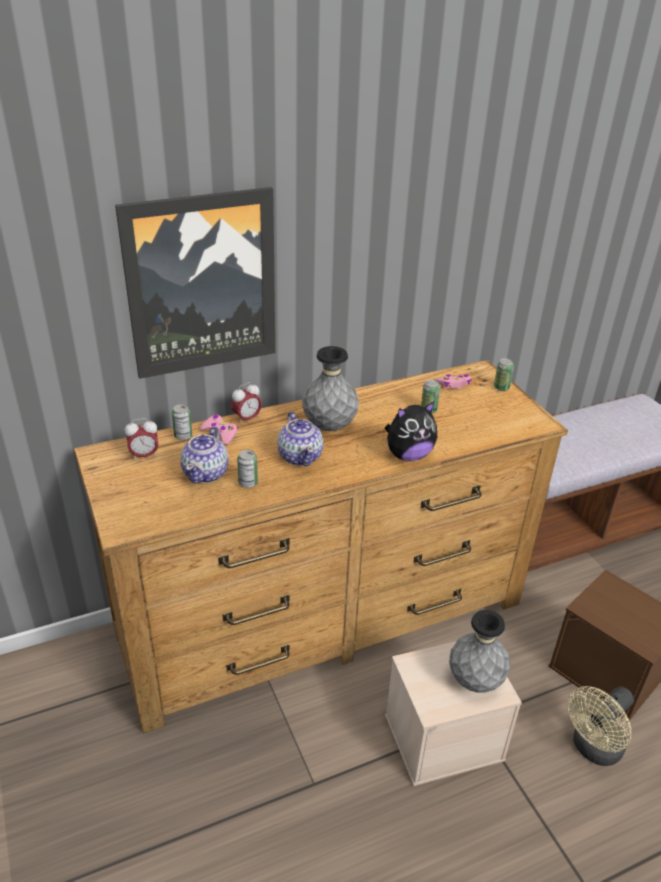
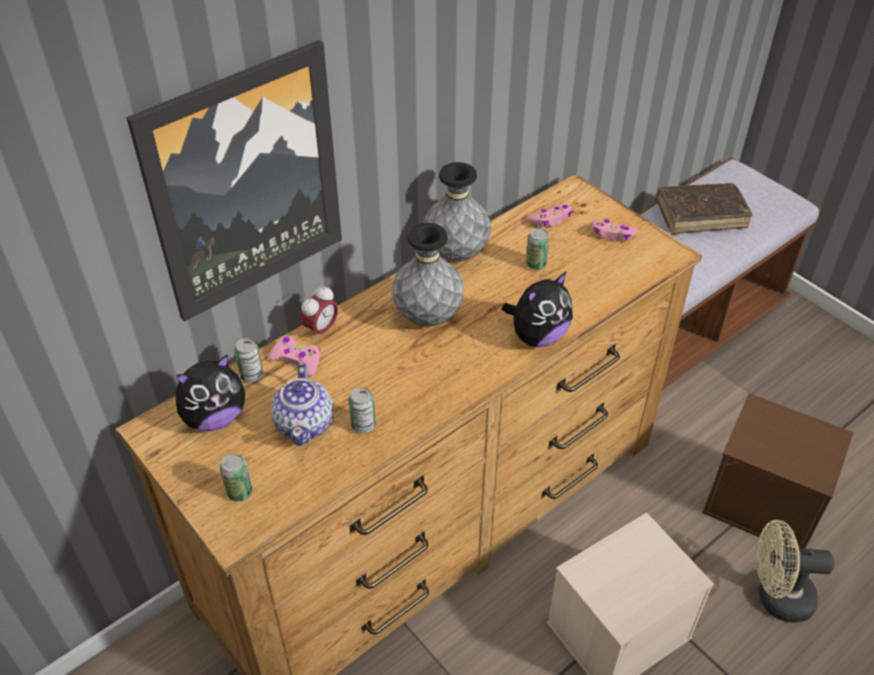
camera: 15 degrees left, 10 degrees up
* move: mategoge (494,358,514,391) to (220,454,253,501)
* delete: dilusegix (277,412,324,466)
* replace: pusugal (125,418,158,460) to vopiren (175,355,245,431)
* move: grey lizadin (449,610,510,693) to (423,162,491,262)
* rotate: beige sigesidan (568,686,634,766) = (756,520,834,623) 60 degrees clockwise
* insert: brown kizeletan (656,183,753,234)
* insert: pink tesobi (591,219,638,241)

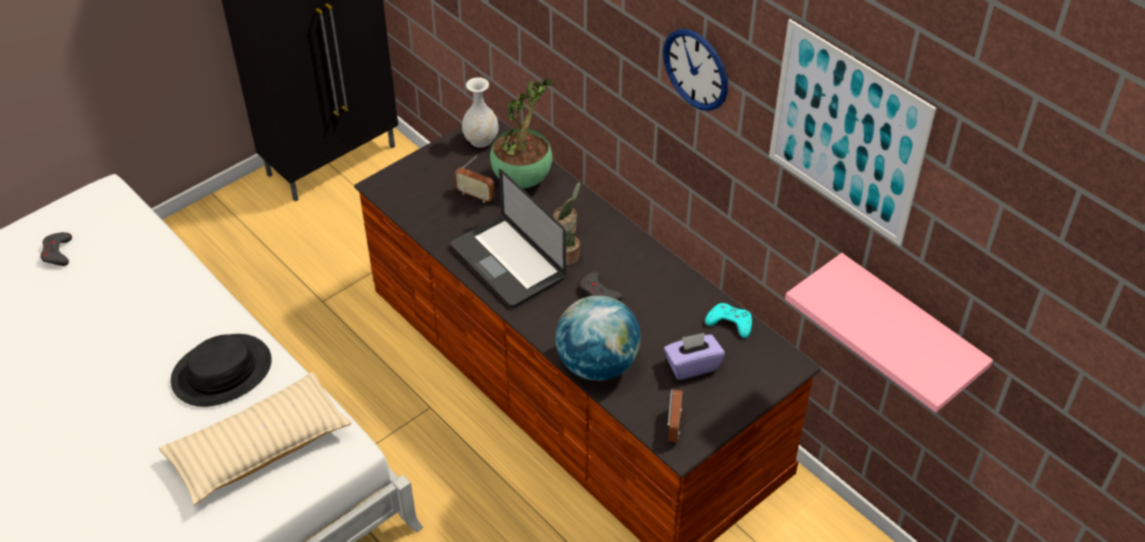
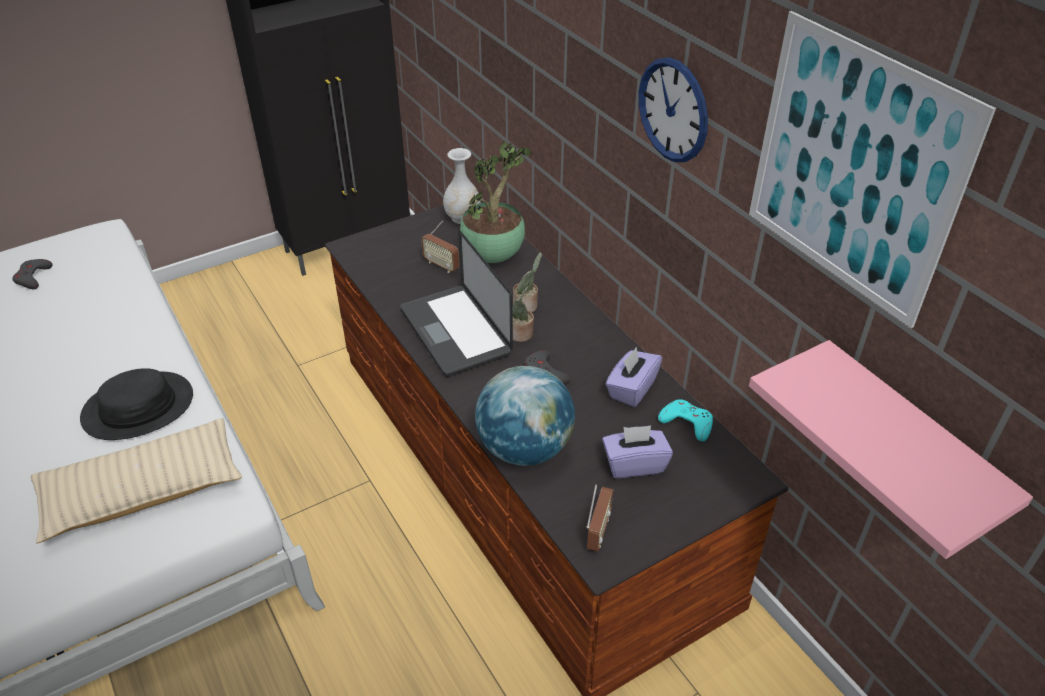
camera: 10 degrees right, 5 degrees down
* insert: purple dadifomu (605,347,662,407)

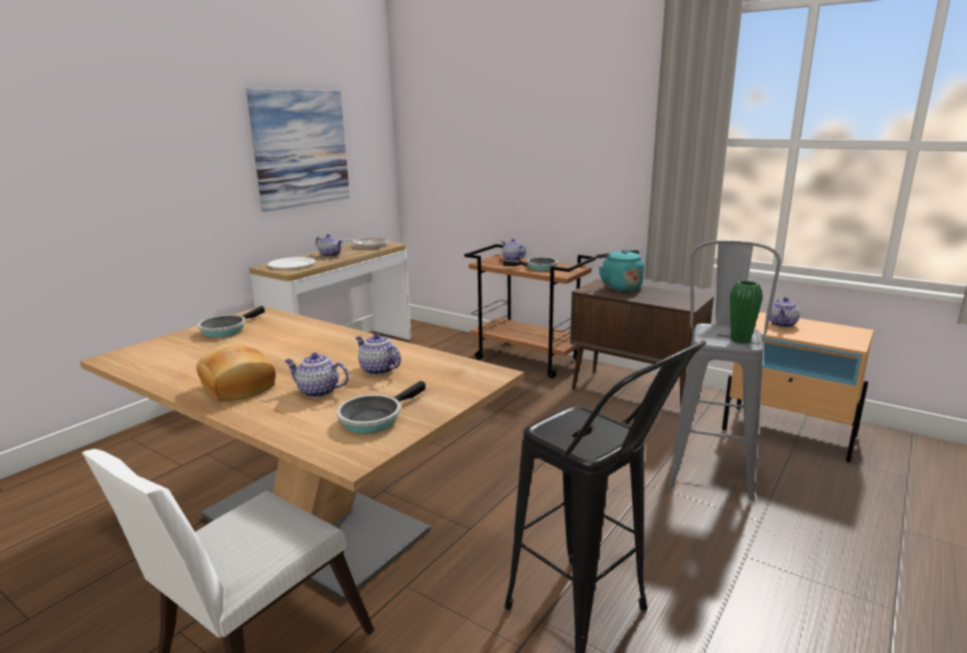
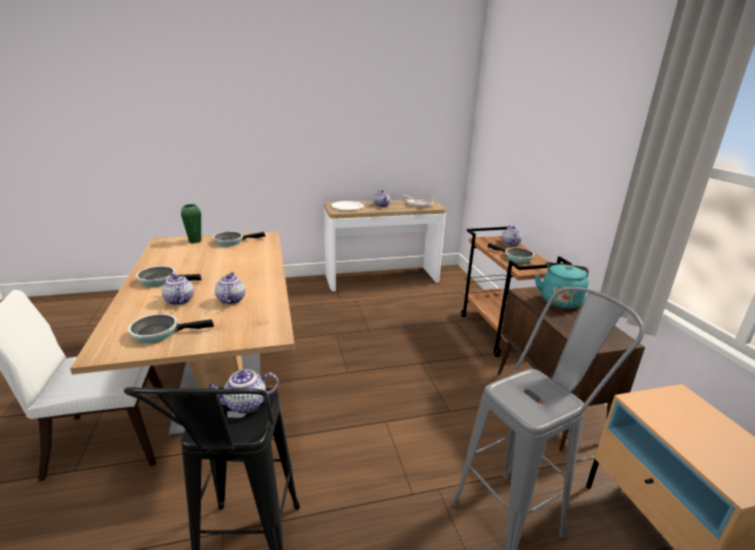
camera: 40 degrees right, 5 degrees up
* delete: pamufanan (246,89,350,212)
* move: green lizadin (730,281,763,344) to (181,204,201,243)
* move: dilusegix (769,297,800,327) to (207,370,279,414)
* replace: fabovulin (196,344,276,401) to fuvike (136,266,202,286)

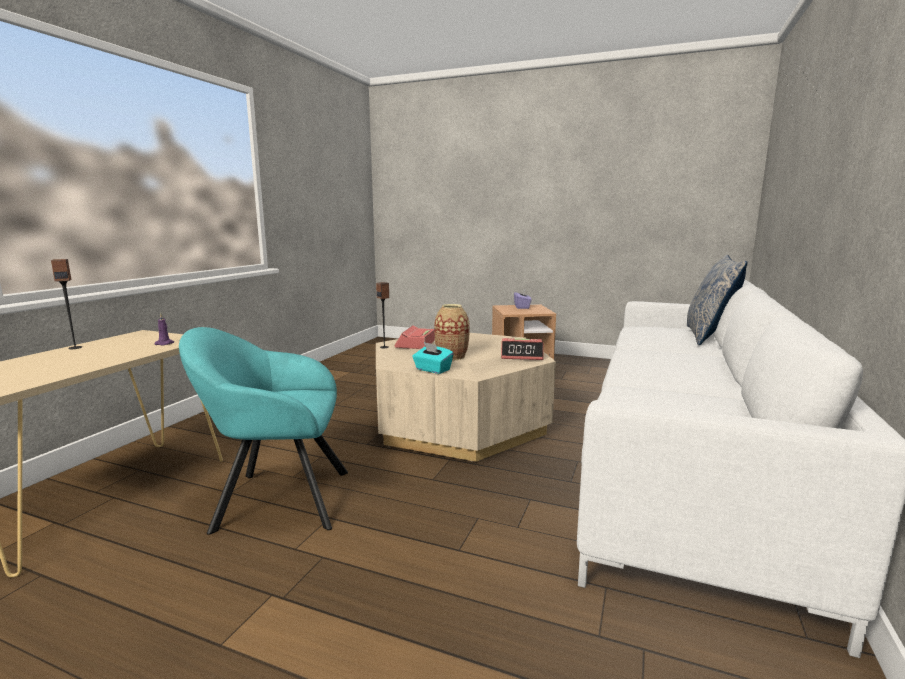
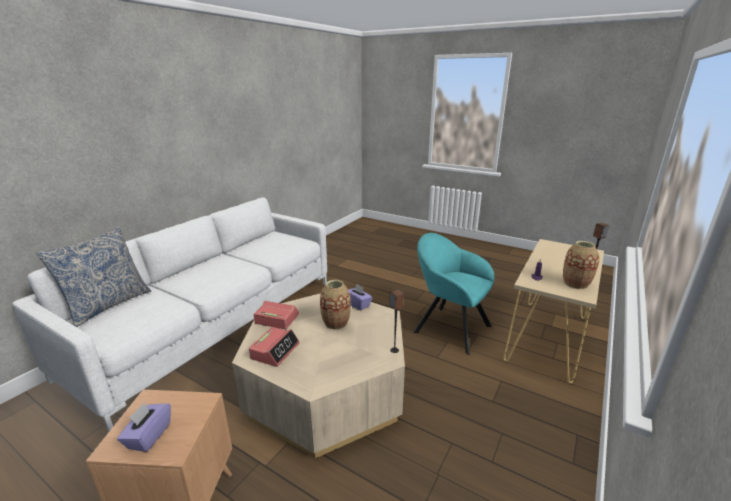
camera: 170 degrees left, 10 degrees up
* move: pusugal (394,325,435,349) to (249,327,300,367)
* rotate: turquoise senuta (179,327,348,535) = (413,233,494,355) 150 degrees counterclockwise
* recolor: turquoise dadifomu (412,342,454,374) to purple dadifomu (348,284,373,311)
* insert: lizadin (563,241,599,289)

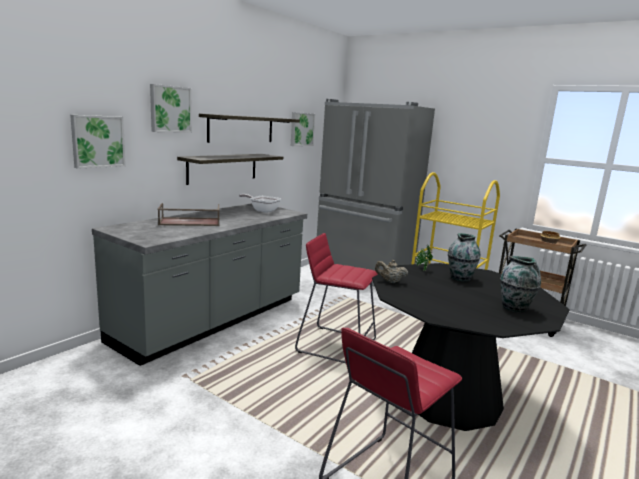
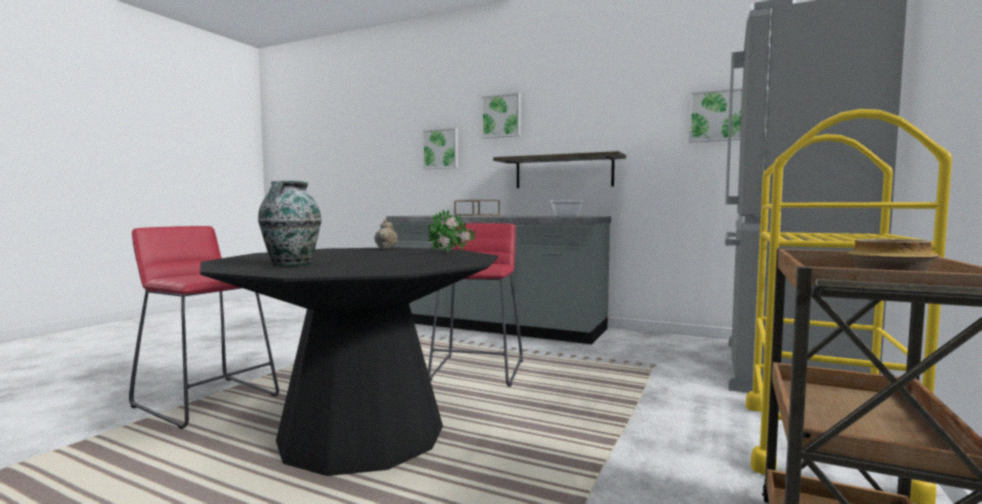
camera: 80 degrees right, 10 degrees down
* delete: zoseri (199,114,300,143)
* delete: lizadin (448,233,480,281)

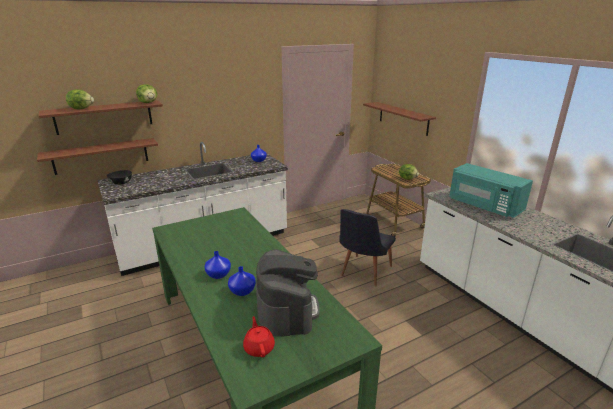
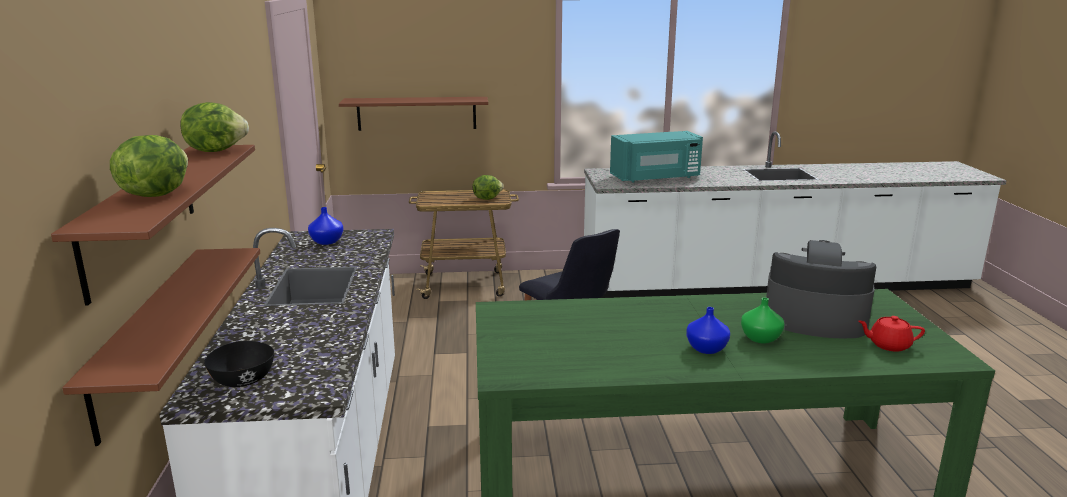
camera: 65 degrees left, 5 degrees down
* recolor: blue lizadin (228,266,256,296) to green lizadin (741,297,784,343)

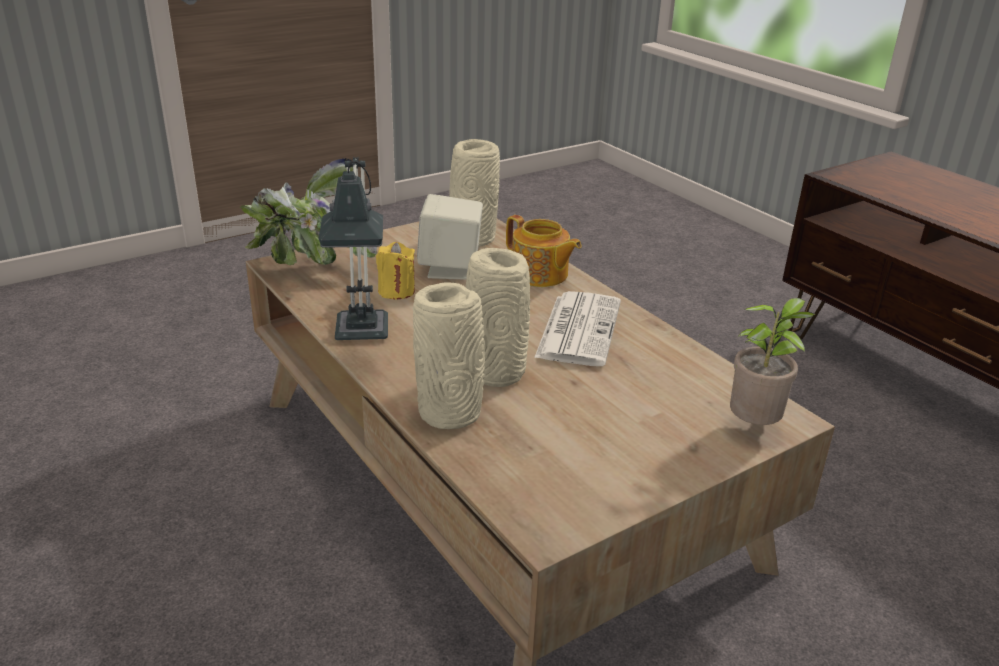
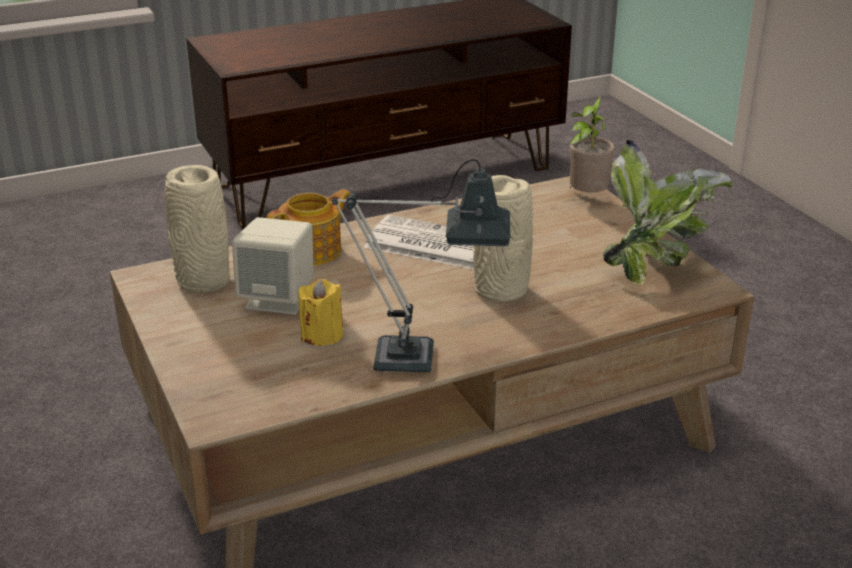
camera: 80 degrees left, 0 degrees up
* move: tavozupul (240,158,377,265) to (603,140,732,284)
* delete: beige lizadin (413,282,485,429)

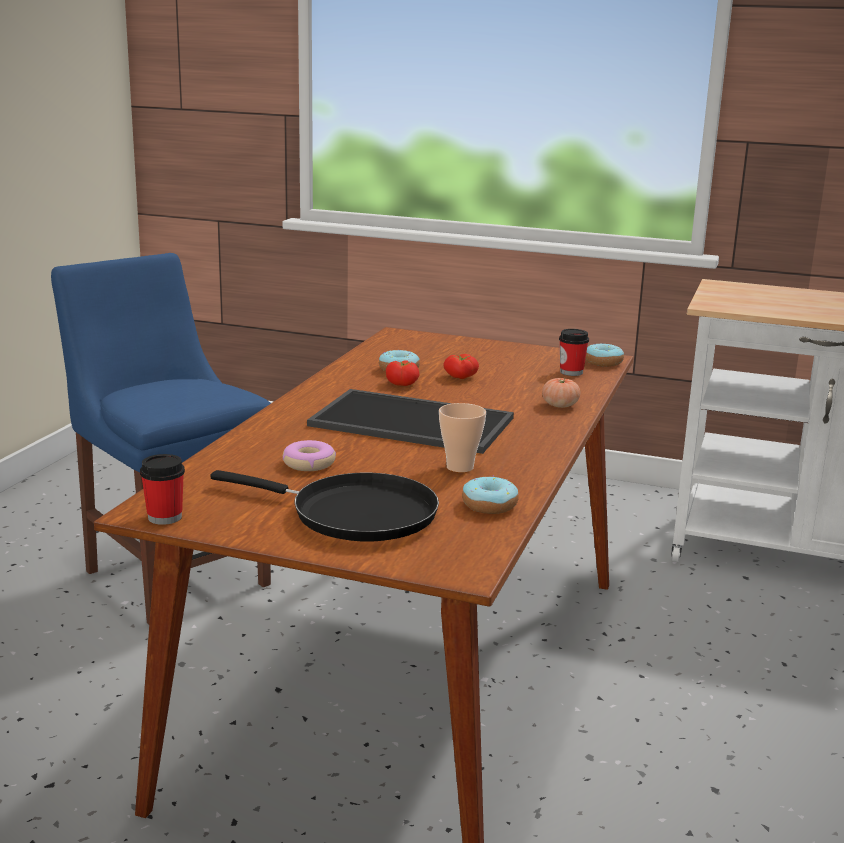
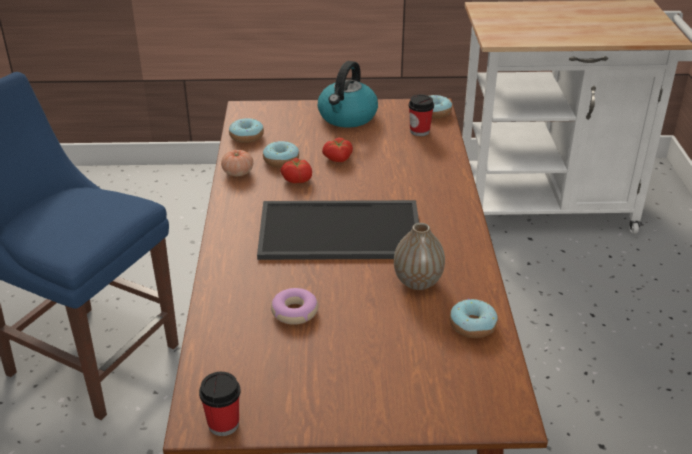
camera: 20 degrees left, 15 degrees up
* move: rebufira (542,378,580,408) to (221,150,253,176)
* replace: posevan (439,403,486,473) to lizadin (394,223,445,290)
* delete: black fuvike (210,470,439,542)
* insert: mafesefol (318,61,378,127)
* insert: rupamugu (229,118,264,143)

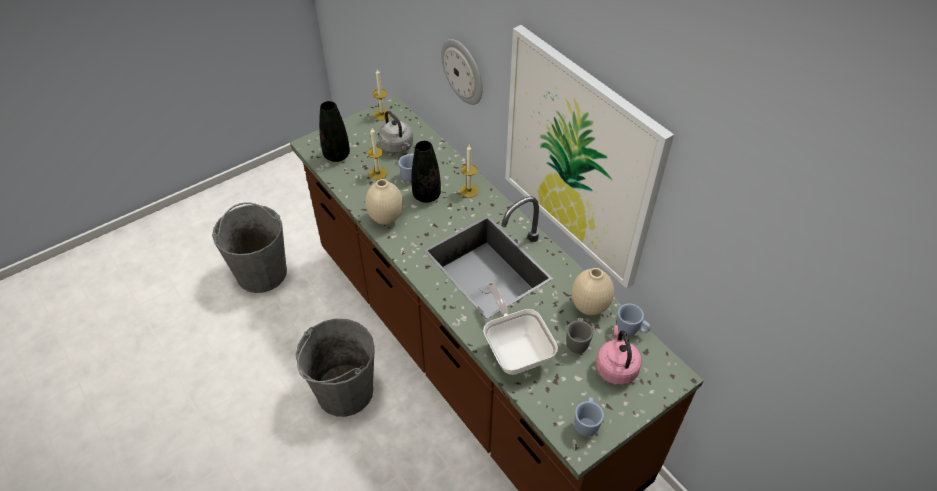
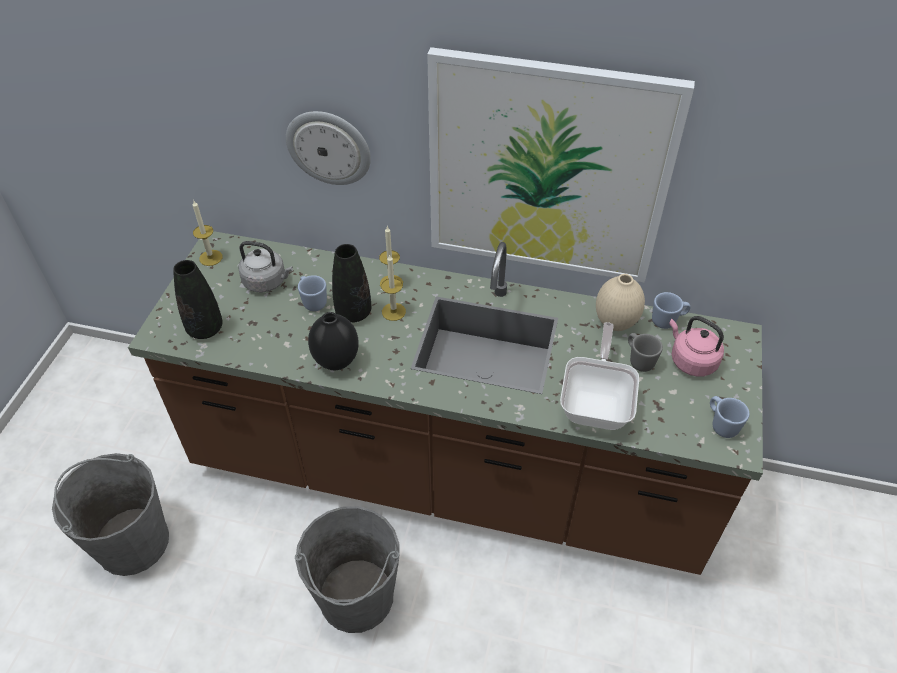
camera: 40 degrees left, 0 degrees up
* move: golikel (367,128,387,180) to (381,254,406,321)
* recolor: beige lizadin (365,179,403,225) to black lizadin (308,312,359,370)
* rotate: fuvike (483,282,558,375) = (560,322,639,430) 75 degrees clockwise

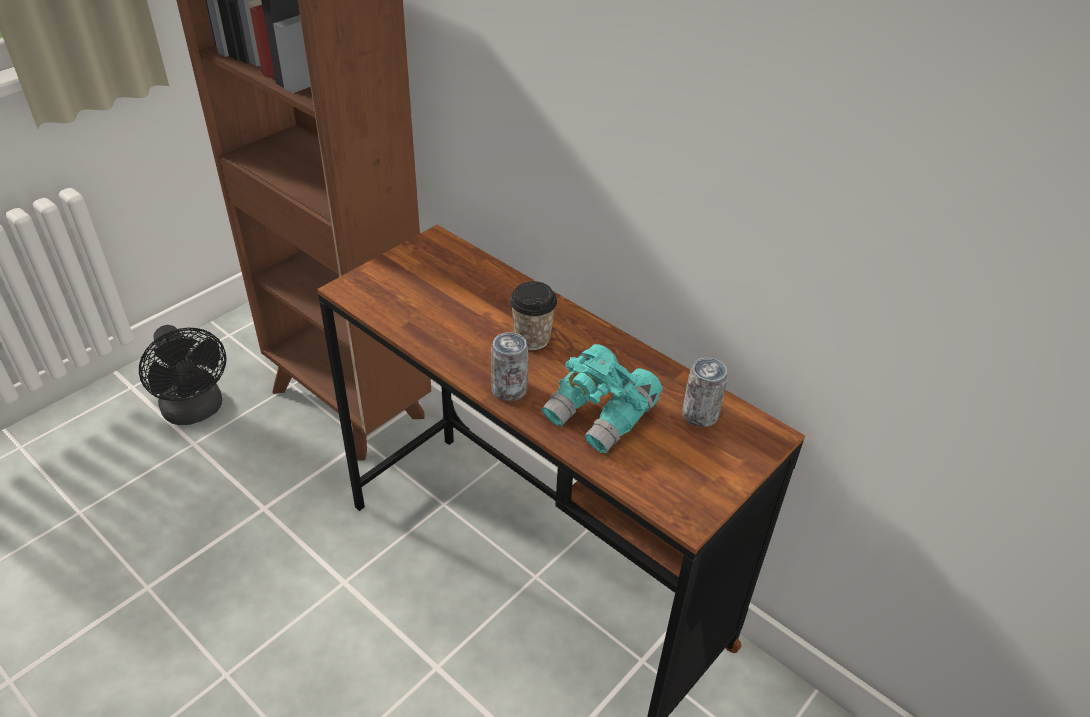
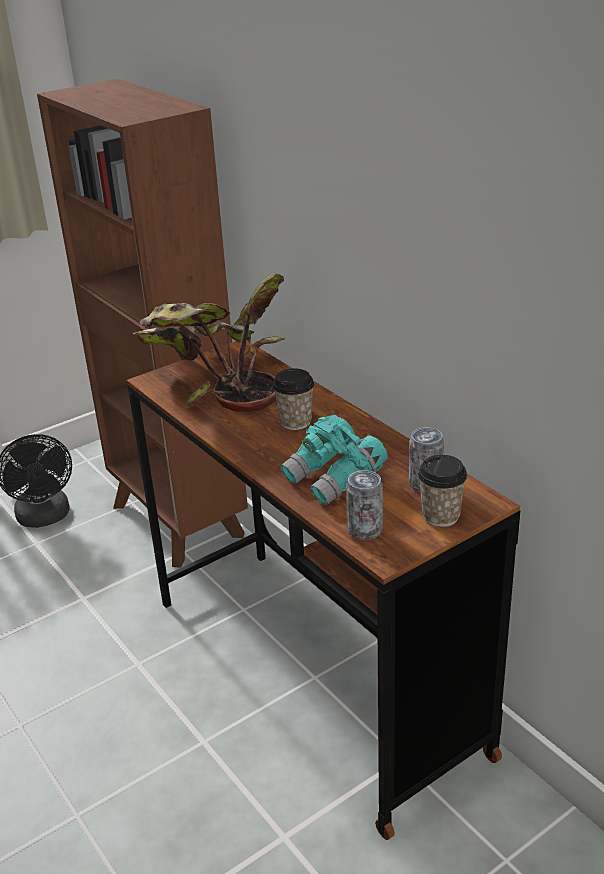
camera: 15 degrees right, 10 degrees down
* move: mategoge (491,332,528,401) to (346,470,383,540)
* insert: tavozupul (133,273,285,412)
* insert: posevan (418,455,467,527)

